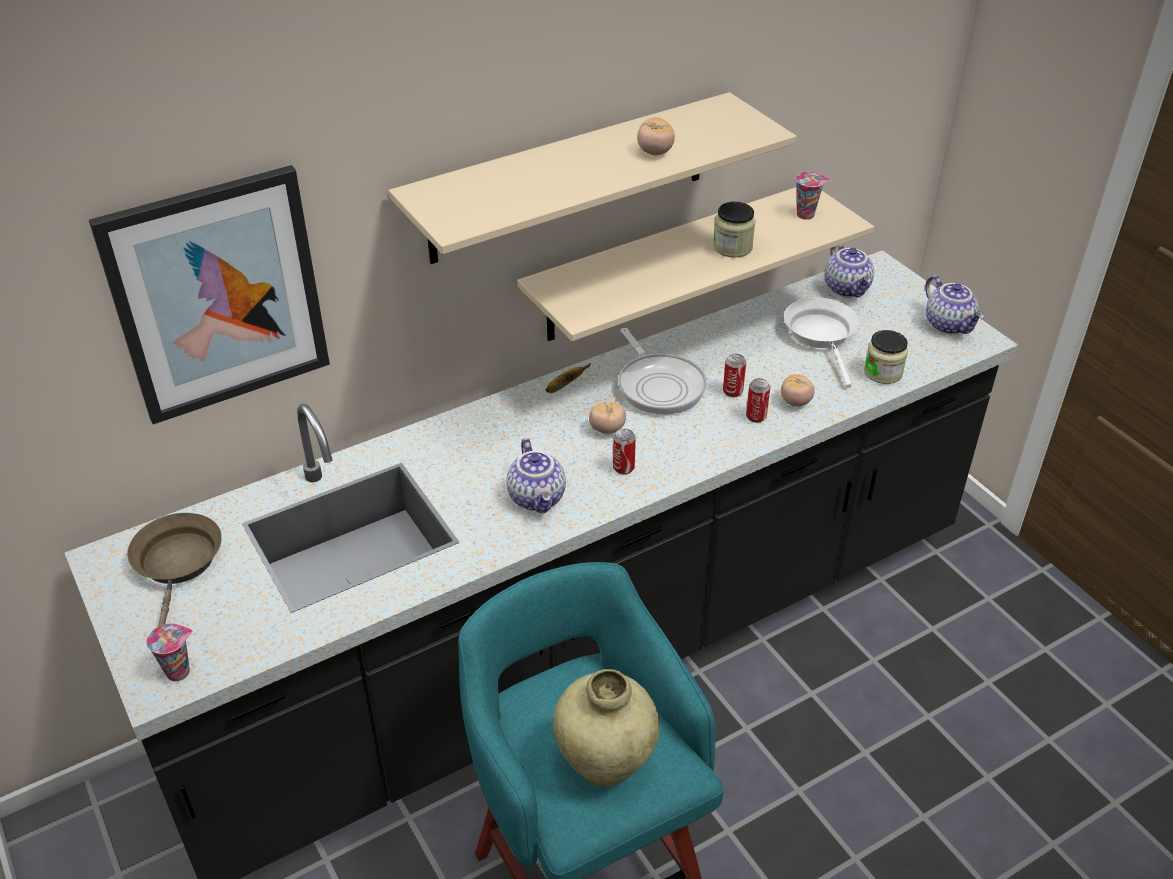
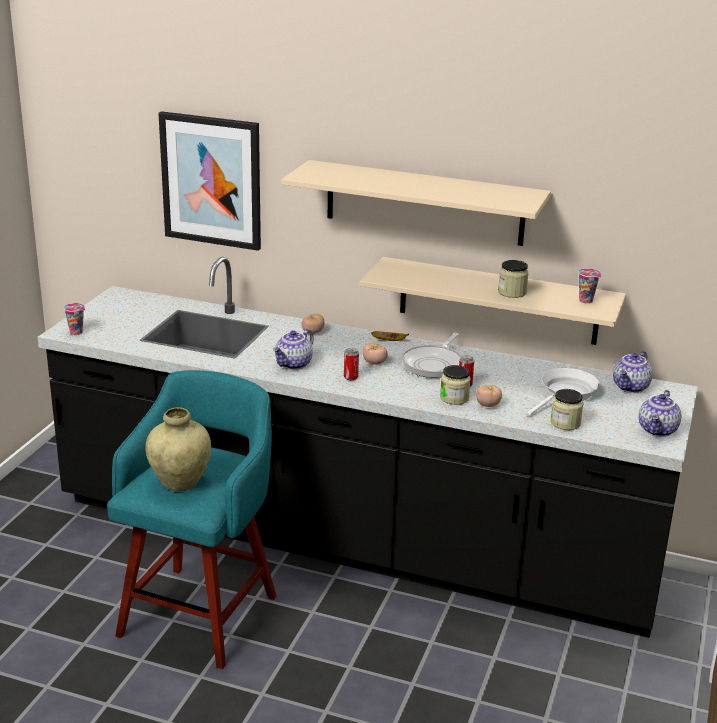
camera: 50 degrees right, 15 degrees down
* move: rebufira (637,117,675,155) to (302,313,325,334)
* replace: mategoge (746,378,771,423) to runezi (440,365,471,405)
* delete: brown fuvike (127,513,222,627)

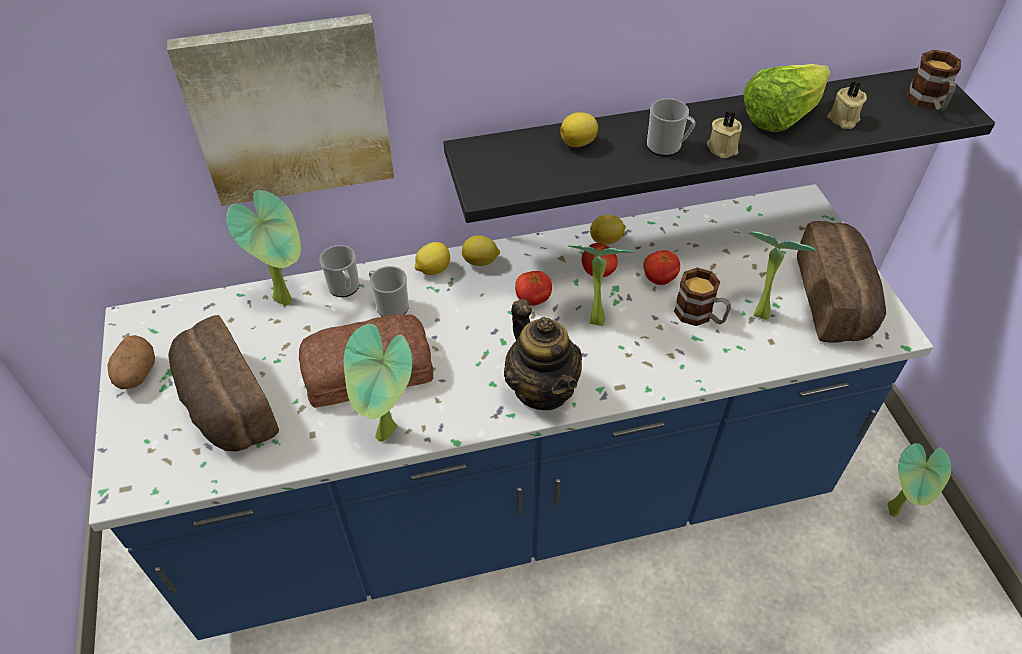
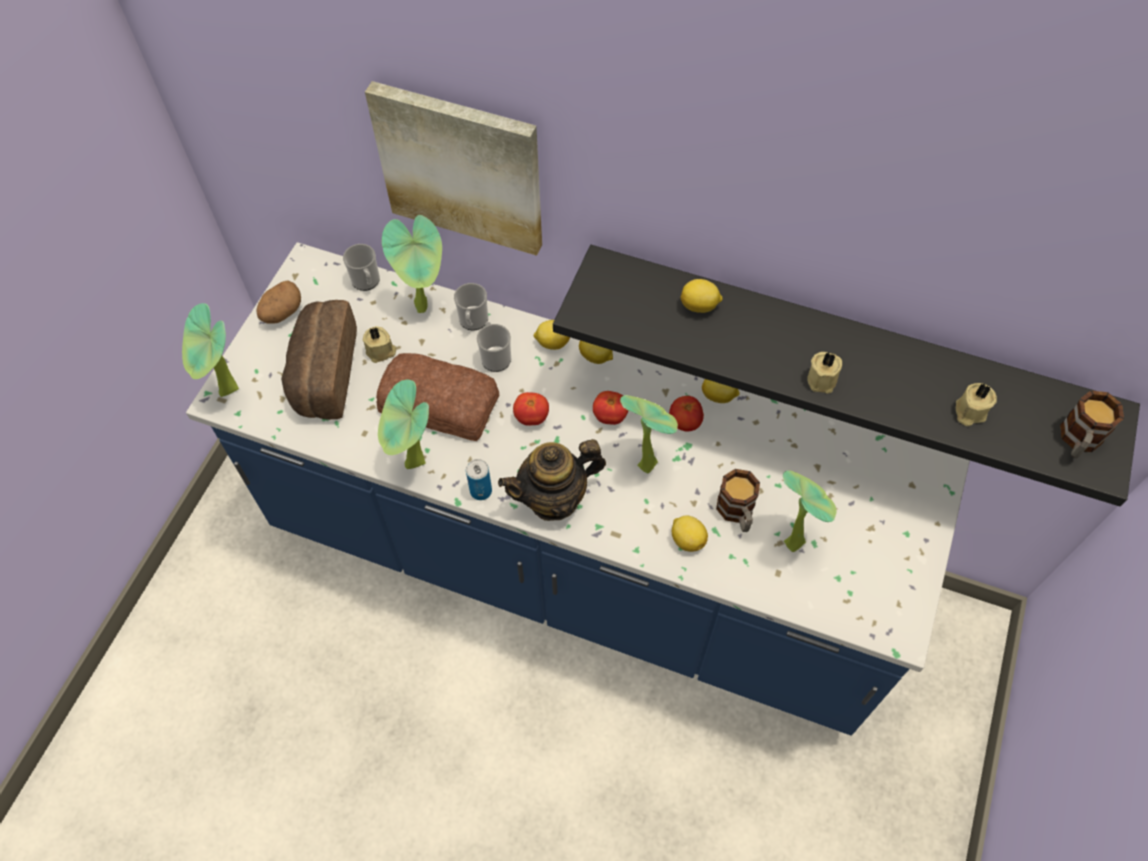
camera: 35 degrees right, 10 degrees up
* delete: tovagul (743,64,830,132)
* move: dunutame (647,98,696,157) to (343,244,380,291)
* delete: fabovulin (797,221,886,343)
* move: rebufira (643,250,680,285) to (513,392,549,426)
* rotate: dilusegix (504,299,582,410) = (498,439,606,521) 60 degrees clockwise
* move: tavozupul (888,443,951,517) to (182,303,239,397)
* insert: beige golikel (363,326,396,363)
* insert: mategoge (466,459,492,500)
* insert: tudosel (672,515,708,552)

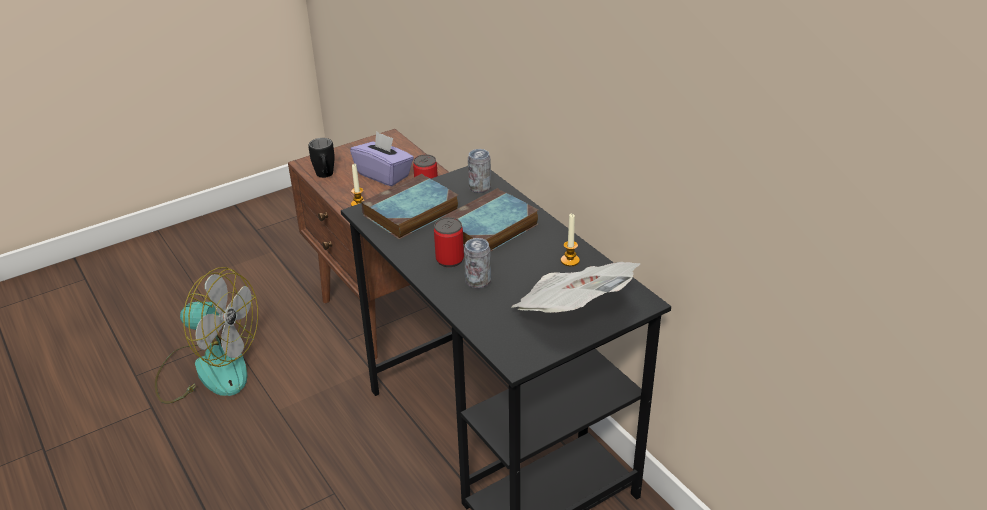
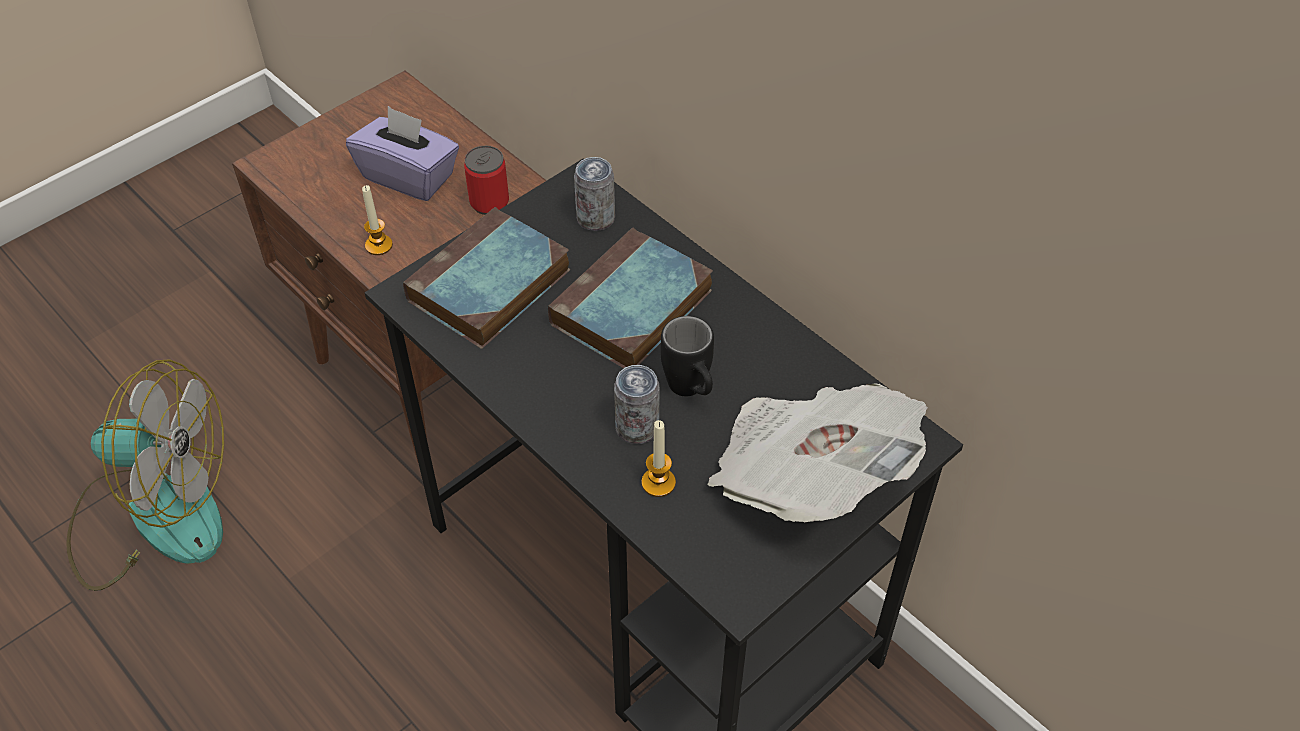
camera: 10 degrees left, 15 degrees up
* move: black dunutame (308,138,335,178) to (661,316,714,396)
* move: golikel (561,214,580,266) to (642,420,676,497)
* delete: mategoge (434,217,464,267)

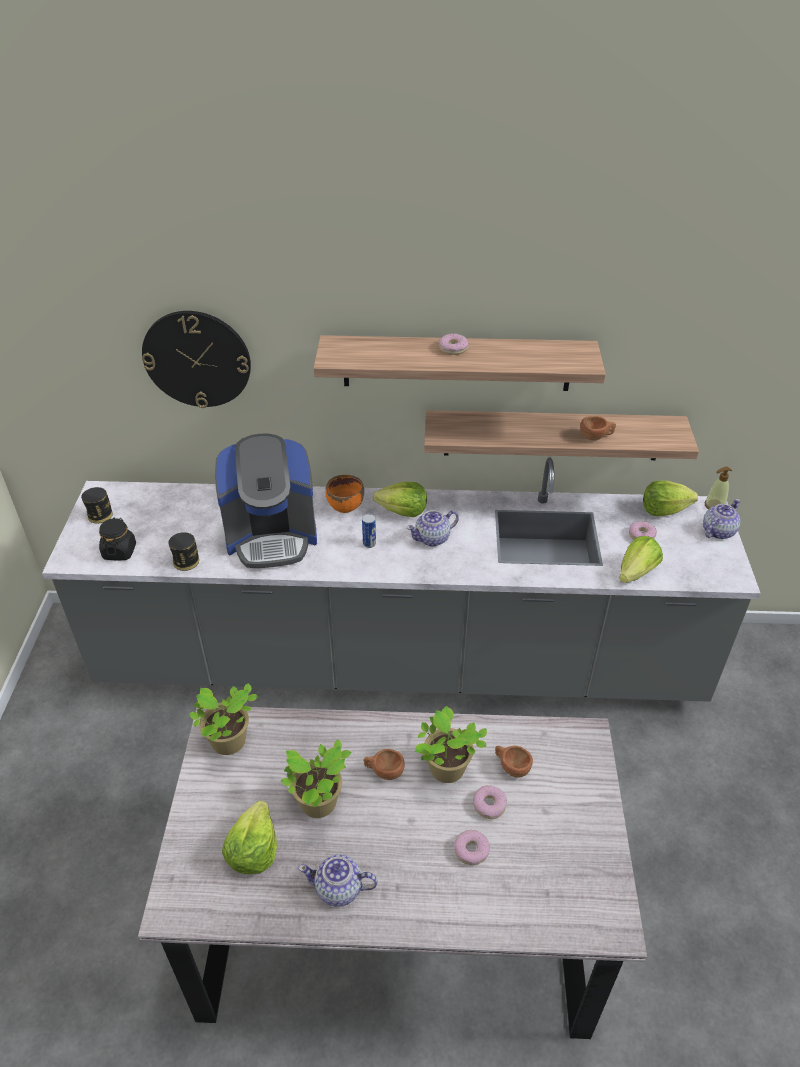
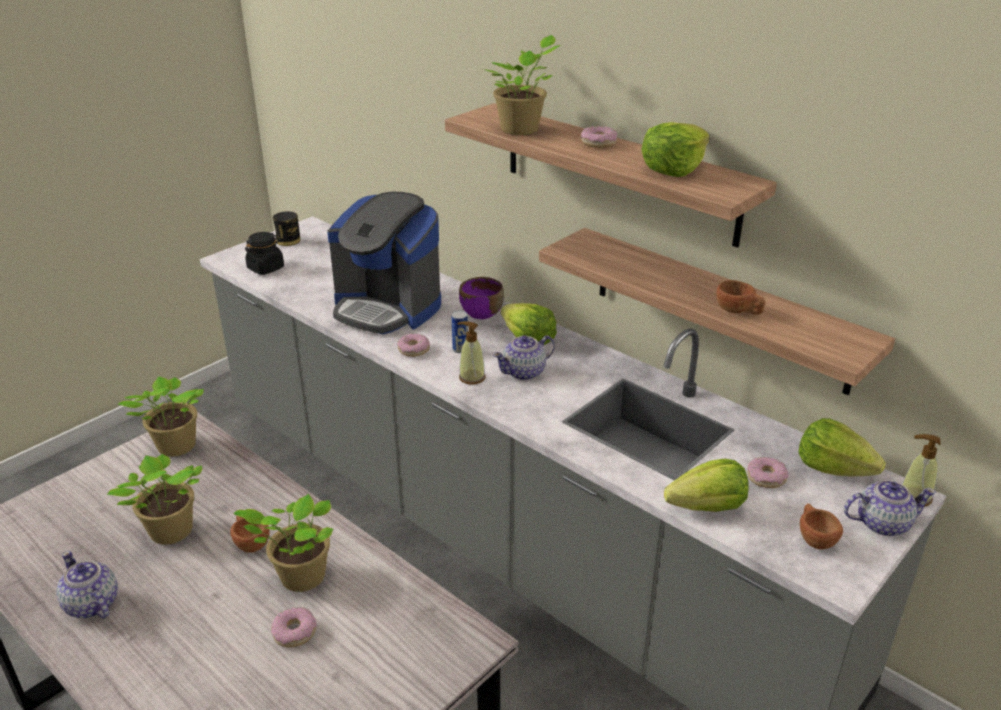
camera: 40 degrees right, 10 degrees down
* delete: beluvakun (142,311,251,408)
* recolor: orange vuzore (325,475,364,513) to purple vuzore (459,277,504,319)
* rotate: dilusegix (407,510,459,546) = (493,335,555,380) 45 degrees counterclockwise
* delete: mategoge (168,532,199,571)
* move: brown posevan (495,746,533,777) to (800,504,843,550)
* move: tovagul (222,801,277,874) to (641,122,710,177)
* move: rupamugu (454,830,490,865) to (397,333,430,357)
* insert: tavozupul (483,35,562,135)
* insert: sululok (458,321,486,385)

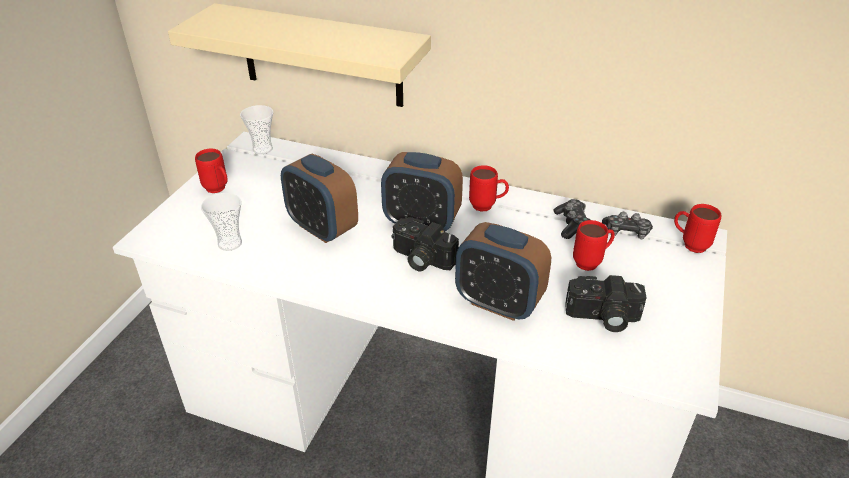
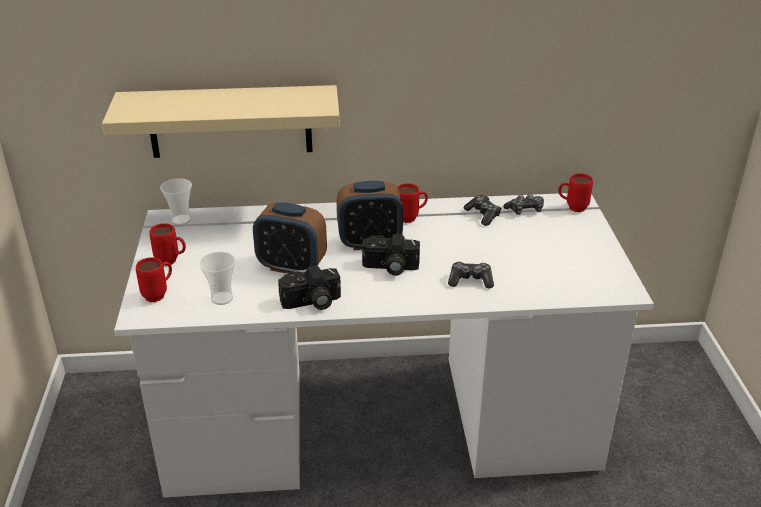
camera: 25 degrees left, 5 degrees down
* move: red dunutame (573,220,615,271) to (136,257,172,302)
* replace: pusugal (455,222,551,321) to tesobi (448,262,494,288)
* move: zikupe (565,275,647,332) to (278,266,341,310)

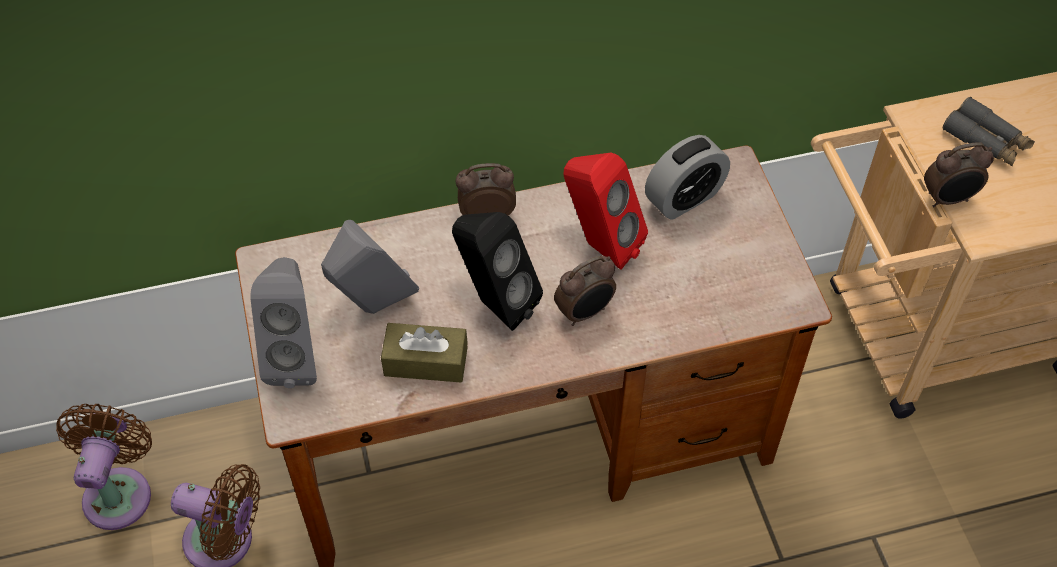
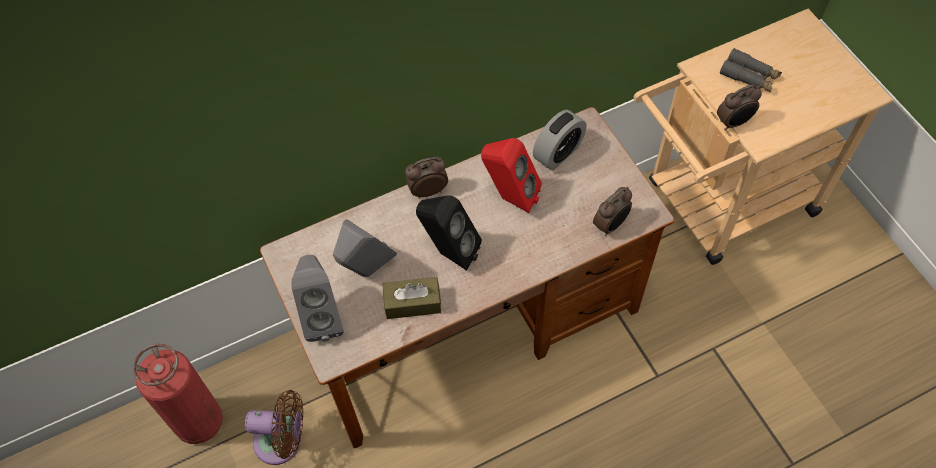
camera: 10 degrees left, 5 degrees up
* move: pusugal (554,256,616,326) to (593,187,632,236)
* replace: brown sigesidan (56,404,152,530) to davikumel (133,344,223,444)

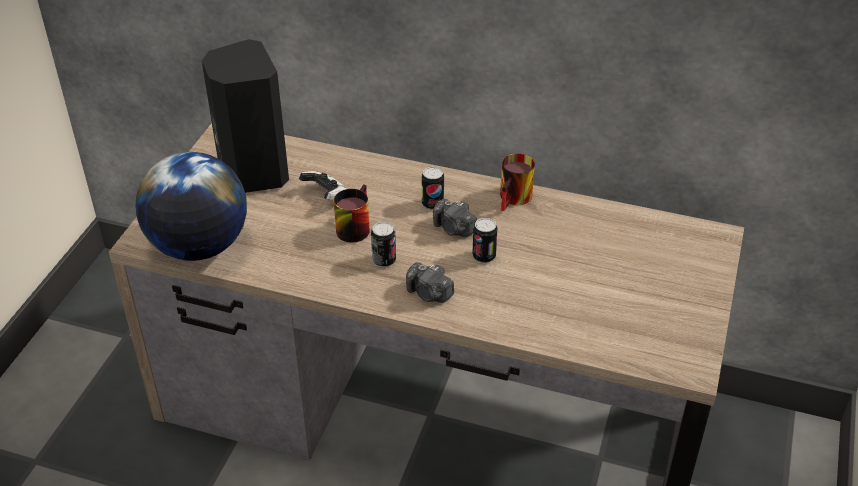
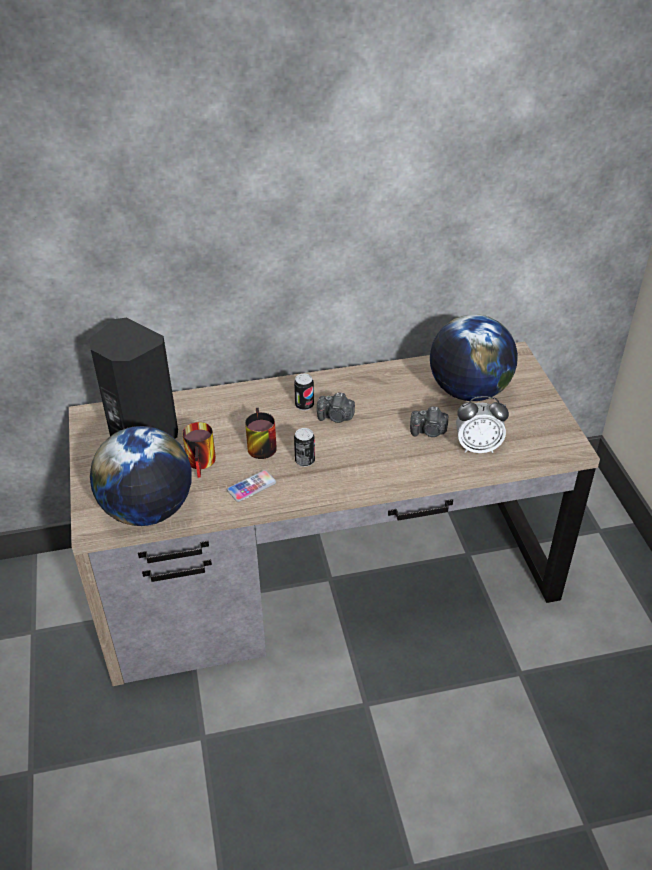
camera: 30 degrees left, 0 degrees up
* move: dunutame (500,153,535,211) to (182,422,216,478)
* delete: tesobi (299,171,347,200)
* delete: mategoge (472,218,498,263)
* move: zikupe (406,262,454,303) to (410,406,448,437)
* insert: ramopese (430,314,518,401)
* insert: pusugal (456,396,509,453)
* insert: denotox (227,470,276,502)

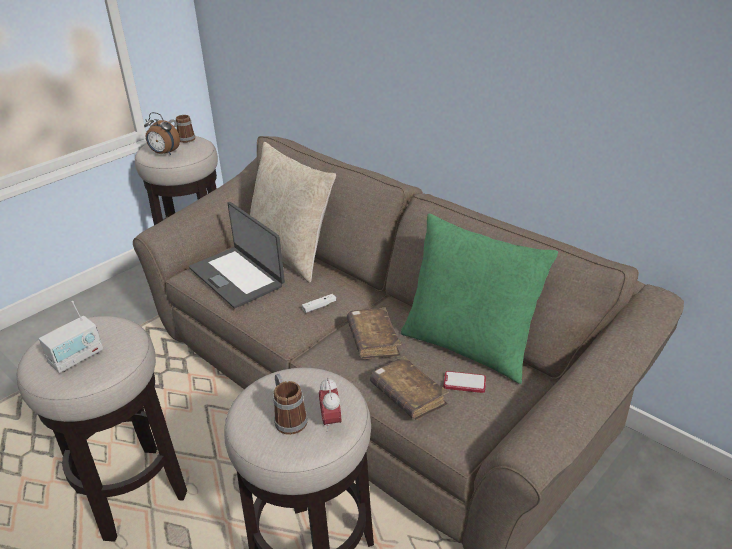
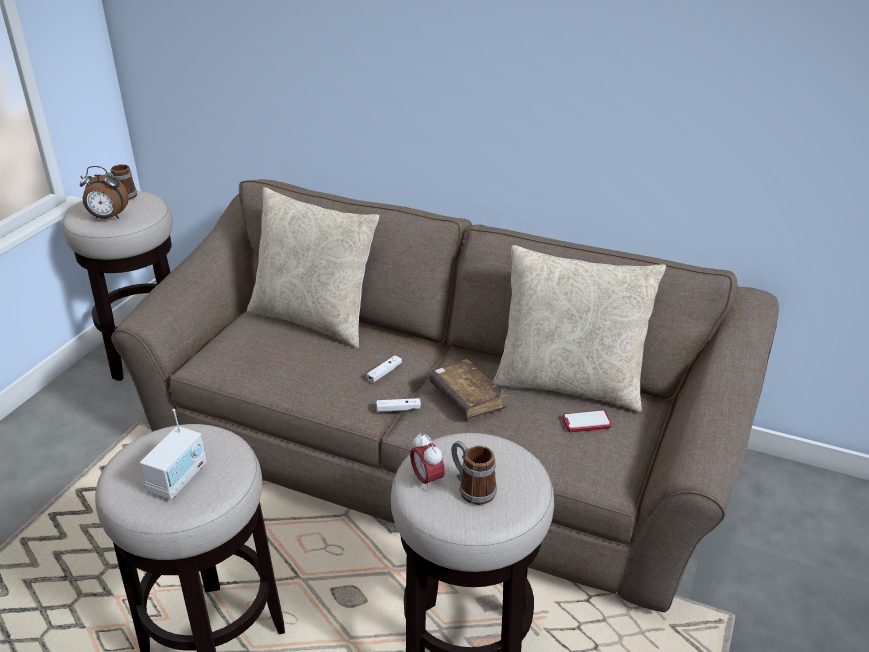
camera: 20 degrees left, 0 degrees up
* delete: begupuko (189,202,285,308)
* recolor: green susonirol (401,214,558,384) to beige susonirol (493,245,666,412)
* delete: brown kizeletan (370,356,449,420)
* move: pusugal (319,377,341,432) to (410,432,445,491)
* insert: white tesobi (377,398,421,412)

